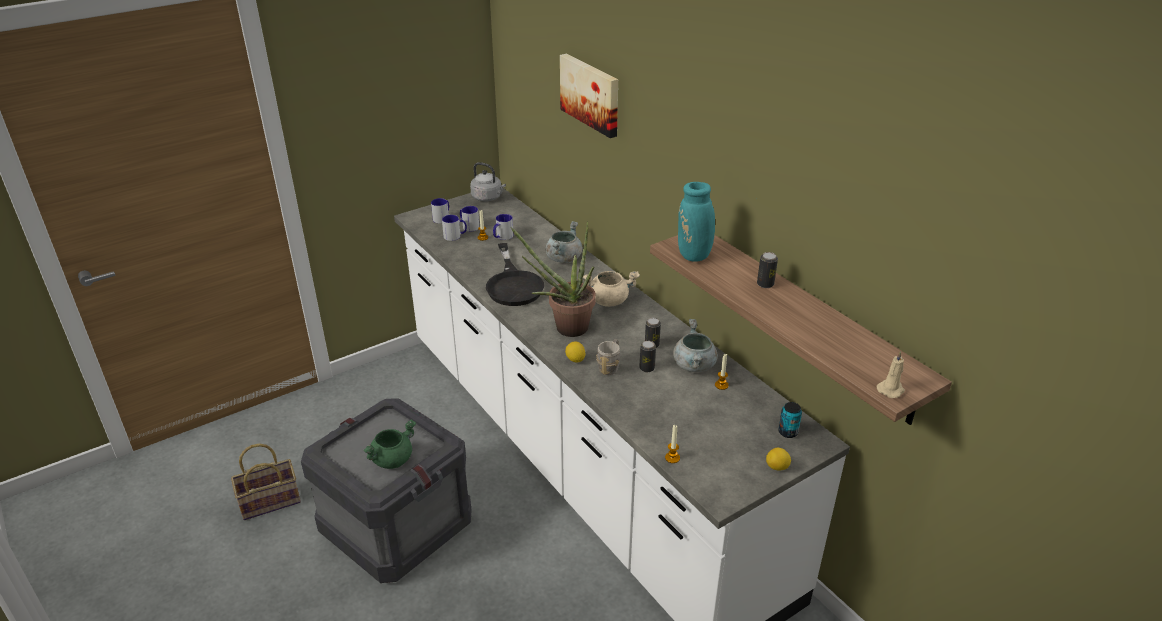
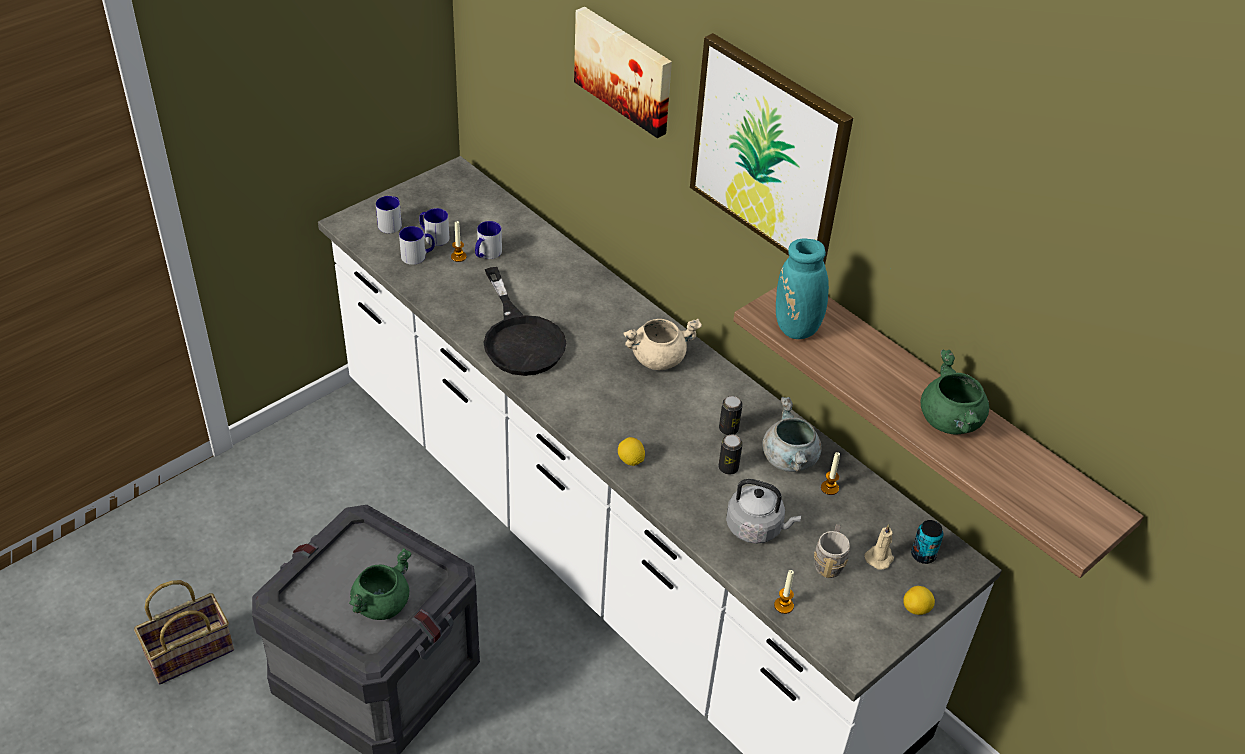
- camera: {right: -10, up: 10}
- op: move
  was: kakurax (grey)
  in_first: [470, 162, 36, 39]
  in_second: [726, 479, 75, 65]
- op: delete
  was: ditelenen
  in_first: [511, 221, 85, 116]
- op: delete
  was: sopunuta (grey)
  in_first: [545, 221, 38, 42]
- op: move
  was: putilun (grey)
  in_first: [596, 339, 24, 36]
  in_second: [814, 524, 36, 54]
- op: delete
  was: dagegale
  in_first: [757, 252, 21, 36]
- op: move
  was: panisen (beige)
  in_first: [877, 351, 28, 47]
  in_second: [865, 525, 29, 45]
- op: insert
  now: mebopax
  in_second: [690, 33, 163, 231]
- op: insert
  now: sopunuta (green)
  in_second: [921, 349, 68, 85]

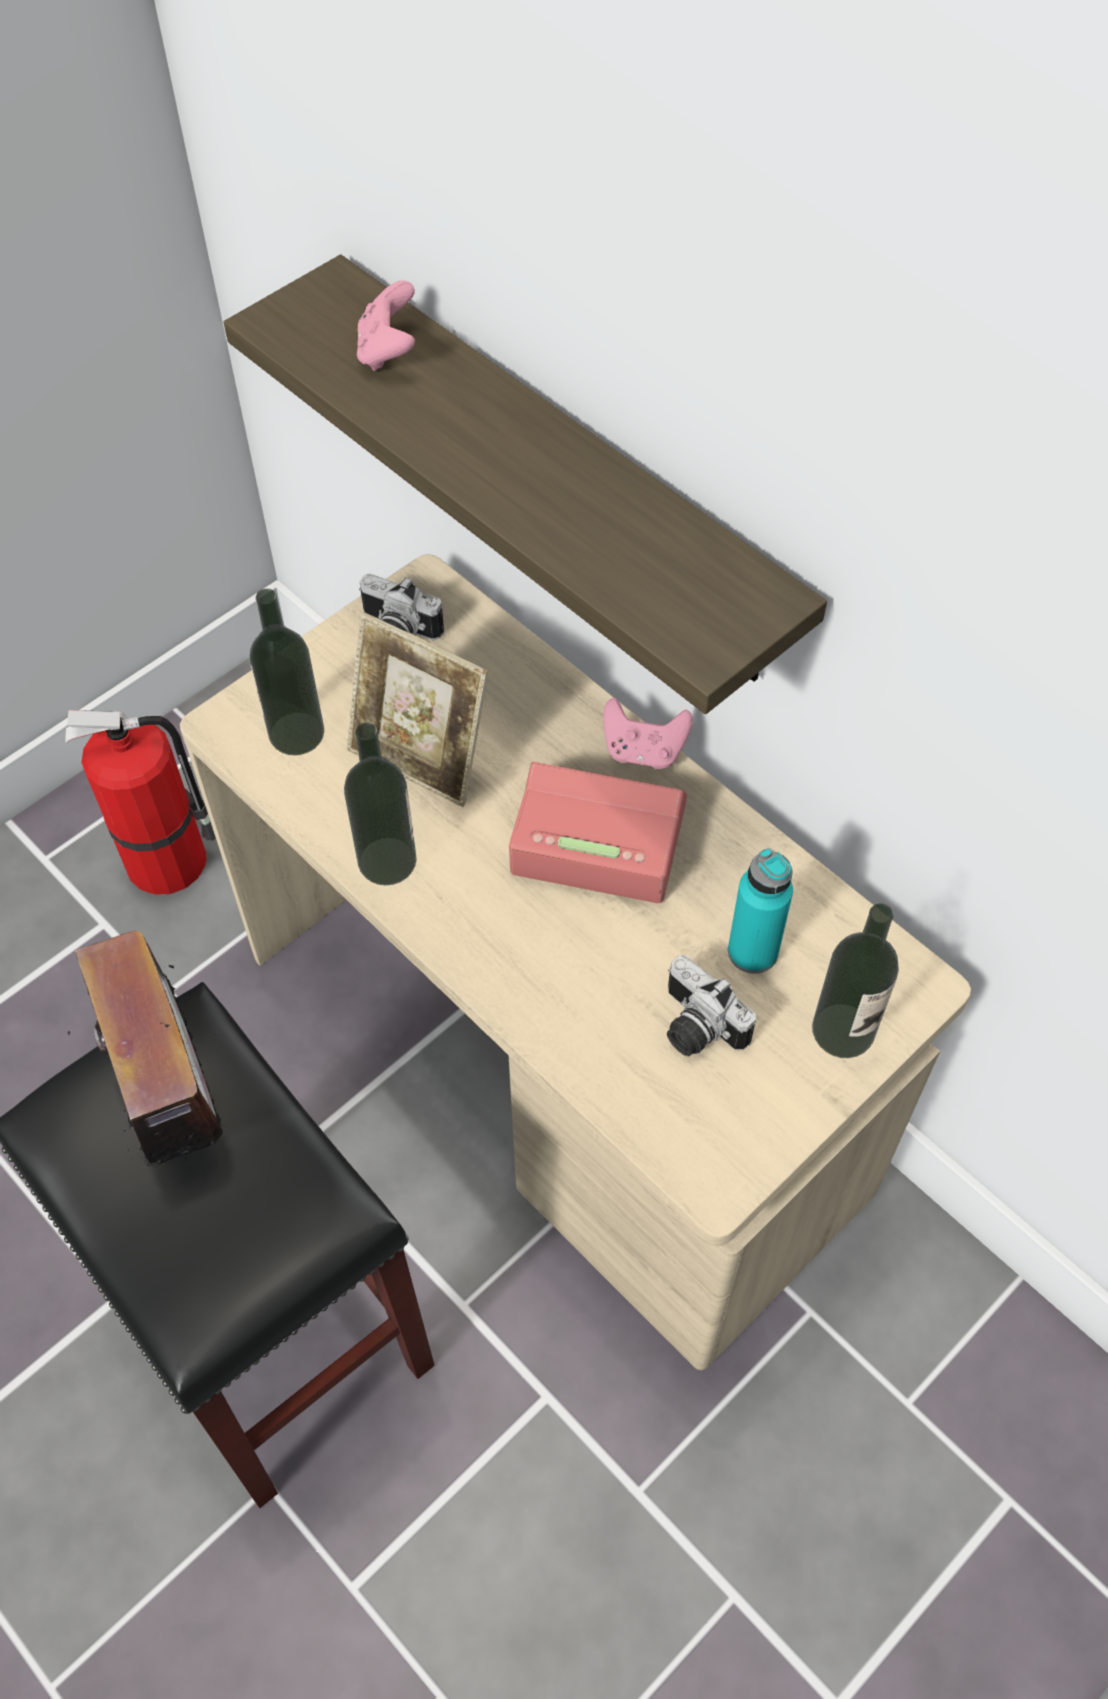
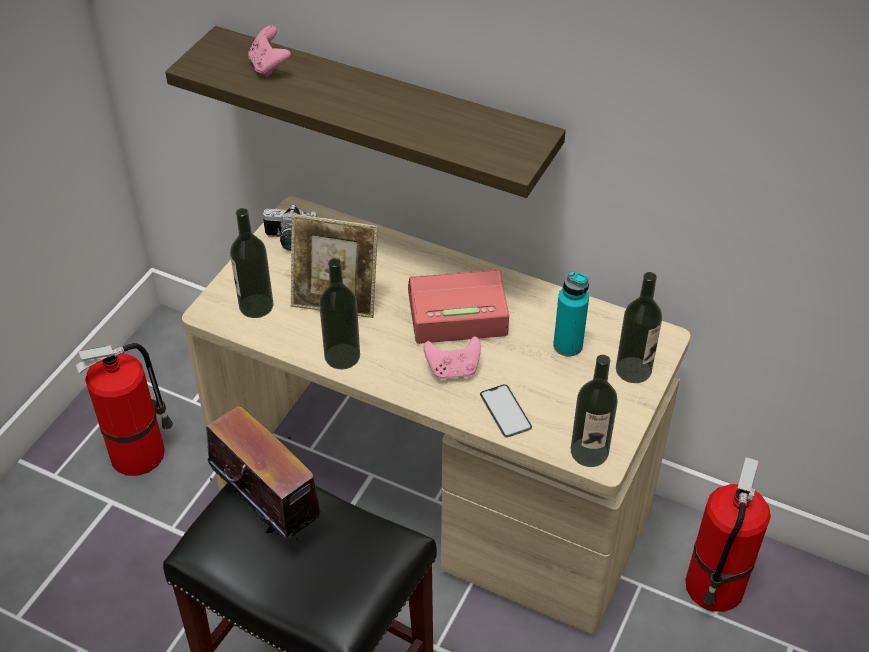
- camera: {right: -20, up: -10}
- op: move
  was: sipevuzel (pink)
  in_first: [603, 698, 90, 71]
  in_second: [424, 336, 57, 43]
- op: delete
  was: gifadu
  in_first: [667, 955, 89, 101]
- op: insert
  now: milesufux
  in_second: [480, 384, 52, 54]
- op: insert
  now: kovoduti
  in_second: [571, 355, 47, 112]
- op: insert
  now: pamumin
  in_second: [685, 457, 86, 155]

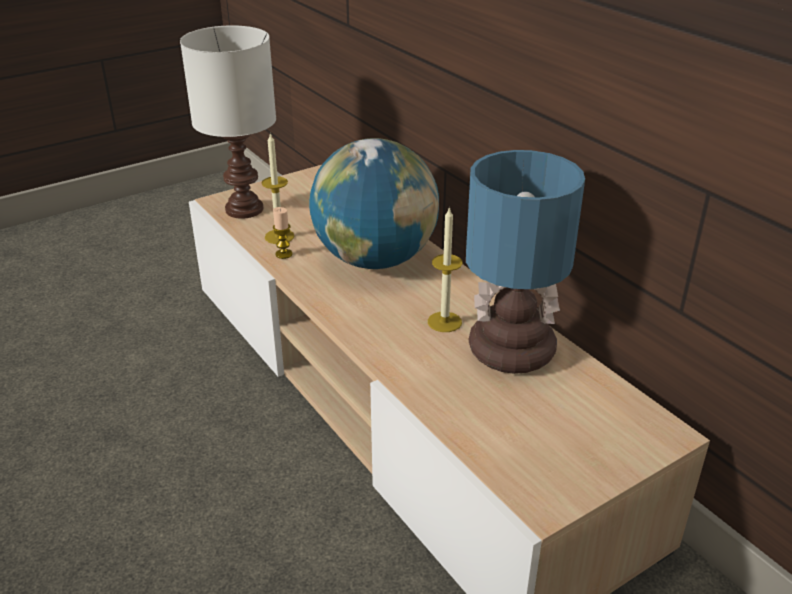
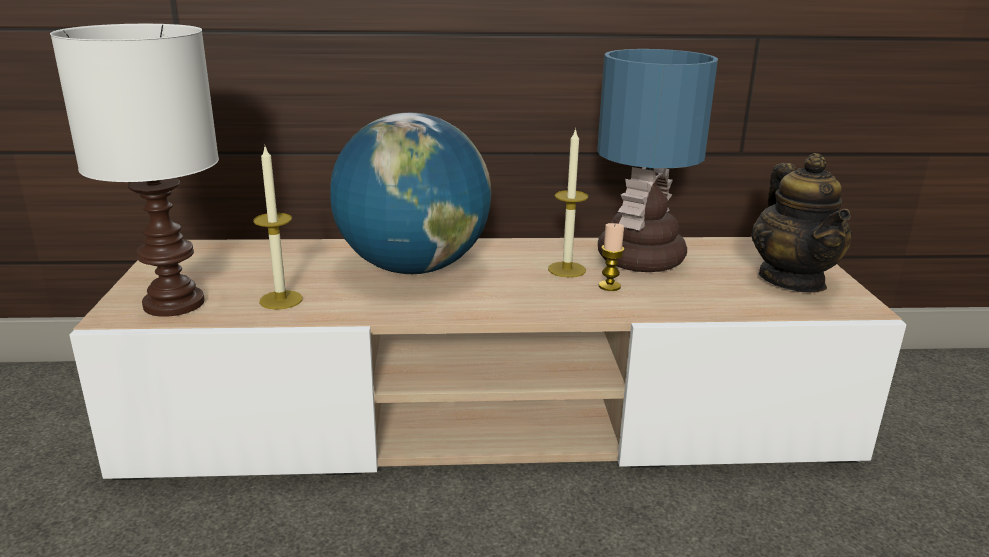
- camera: {right: -60, up: -10}
- op: move
  was: panisen
  in_first: [273, 207, 19, 52]
  in_second: [599, 223, 26, 68]
- op: insert
  now: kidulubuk
  in_second: [752, 153, 100, 140]

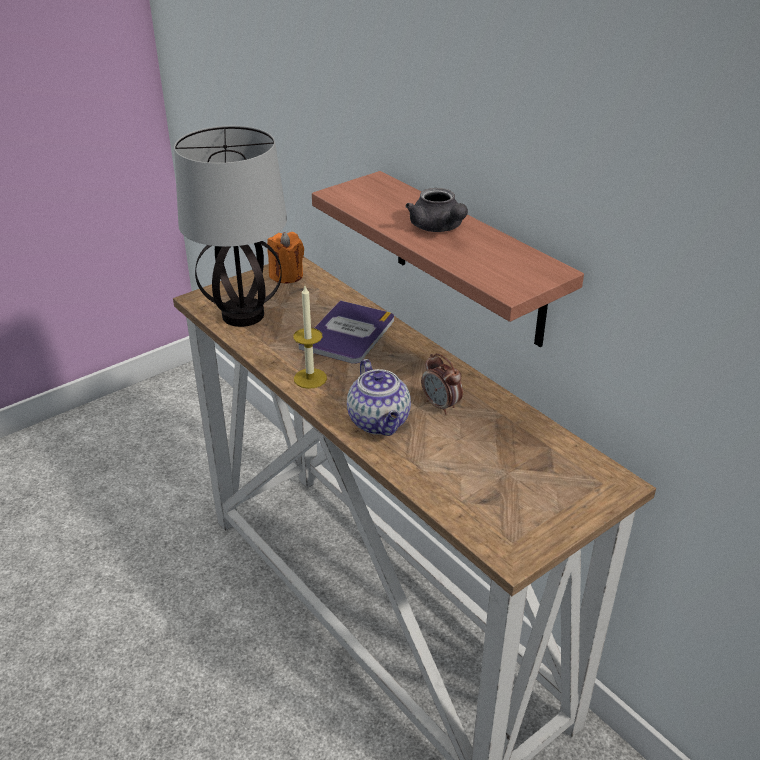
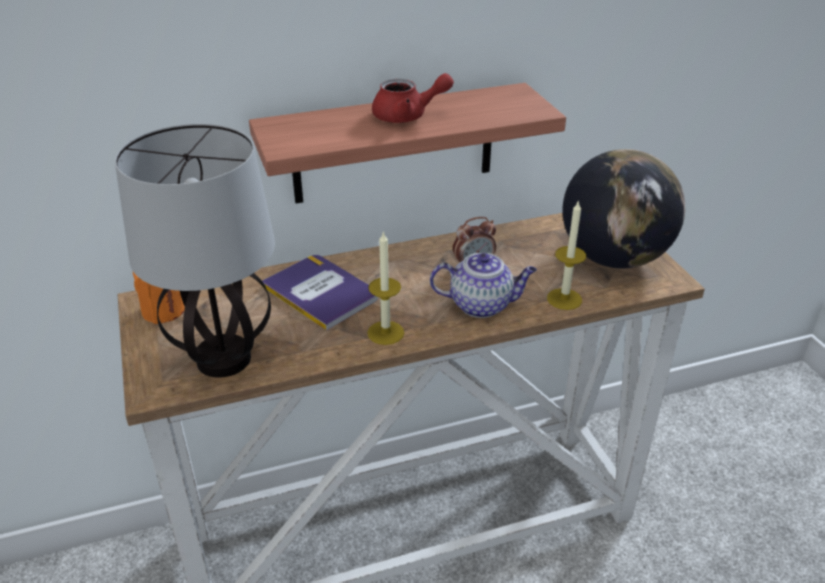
- camera: {right: -70, up: 0}
- op: recolor
  was: kidulubuk (grey)
  now: kidulubuk (red)
  in_first: [405, 188, 63, 44]
  in_second: [372, 73, 82, 50]
- op: insert
  now: panisen
  in_second: [547, 200, 39, 110]
- op: insert
  now: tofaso
  in_second: [563, 149, 122, 119]

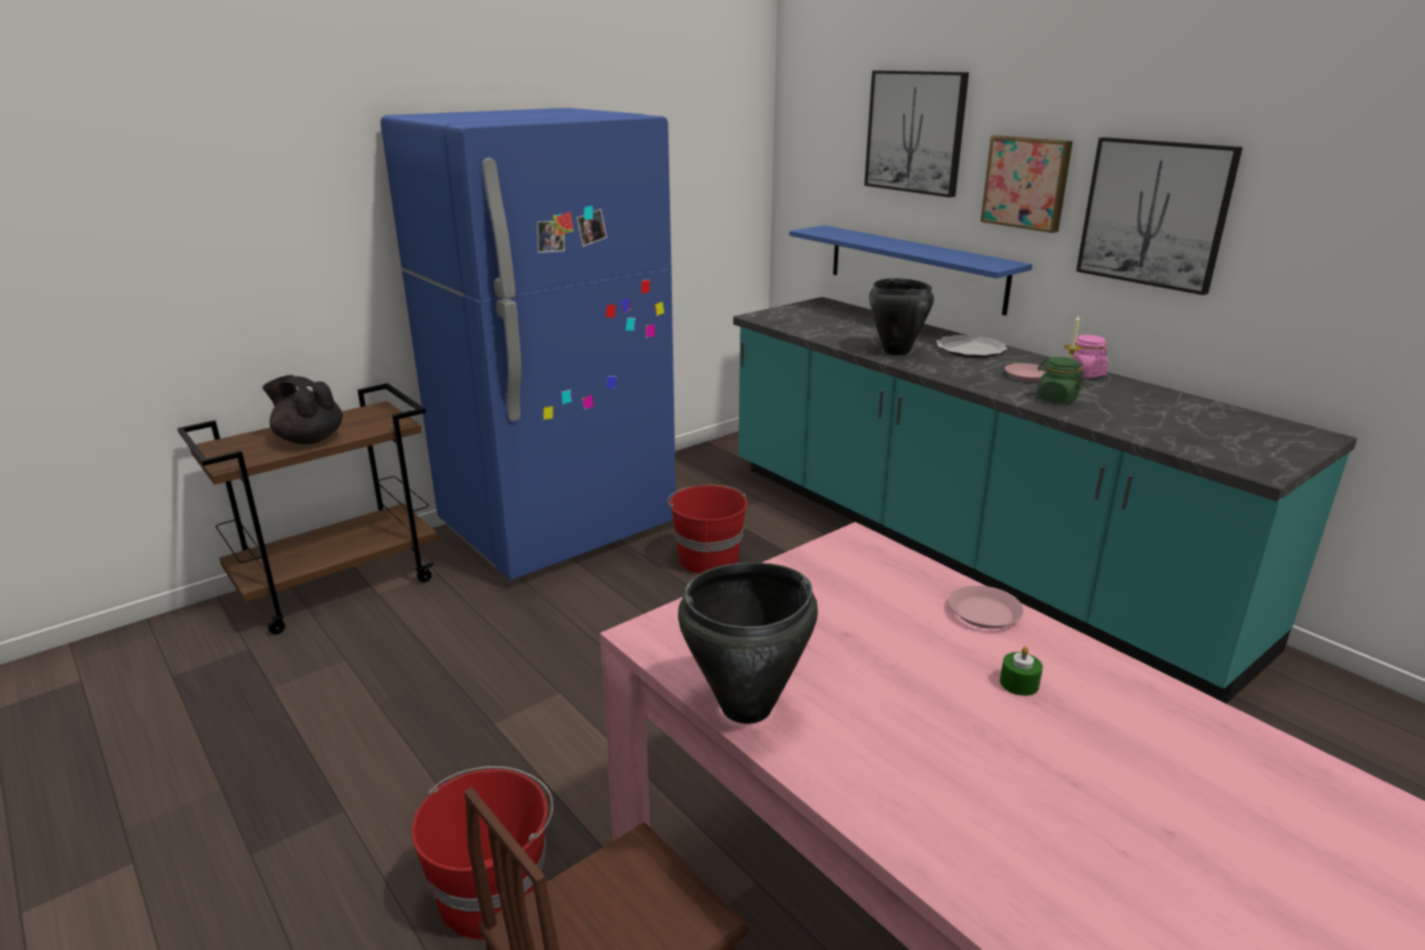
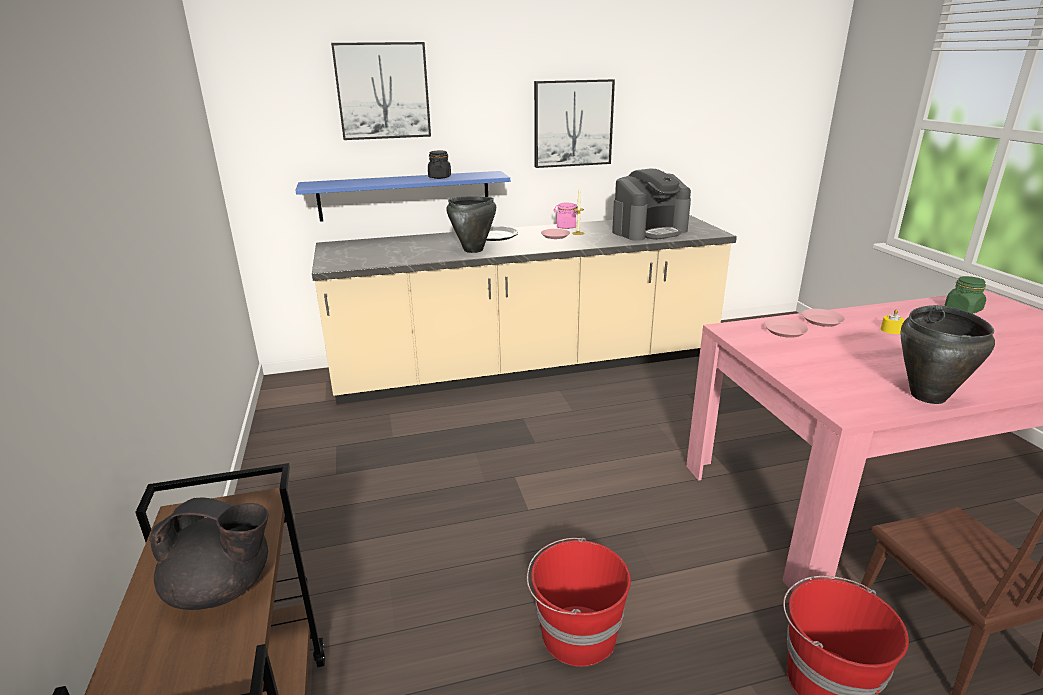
- camera: {right: -65, up: 0}
- op: rotate
  was: kidulubuk (black)
  in_first: [262, 375, 81, 70]
  in_second: [149, 498, 120, 112]
  clockwise: -135
- op: delete
  was: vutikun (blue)
  in_first: [380, 108, 296, 472]
- op: move
  was: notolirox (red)
  in_first: [667, 485, 81, 89]
  in_second: [527, 538, 104, 129]
- op: recolor
  was: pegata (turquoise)
  now: pegata (beige)
  in_first: [733, 297, 624, 407]
  in_second: [312, 215, 425, 190]
- op: delete
  was: mebopax
  in_first: [980, 135, 93, 98]
- op: recolor
  was: panisen (green)
  now: panisen (yellow)
  in_first: [1000, 646, 43, 50]
  in_second: [881, 309, 24, 25]
- op: move
  was: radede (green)
  in_first: [1037, 357, 47, 47]
  in_second: [945, 276, 41, 38]
- op: insert
  now: radede (black)
  in_second: [428, 151, 23, 28]
- op: insert
  now: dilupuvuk
  in_second: [612, 168, 79, 73]
- op: insert
  now: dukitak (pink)
  in_second: [764, 318, 44, 20]

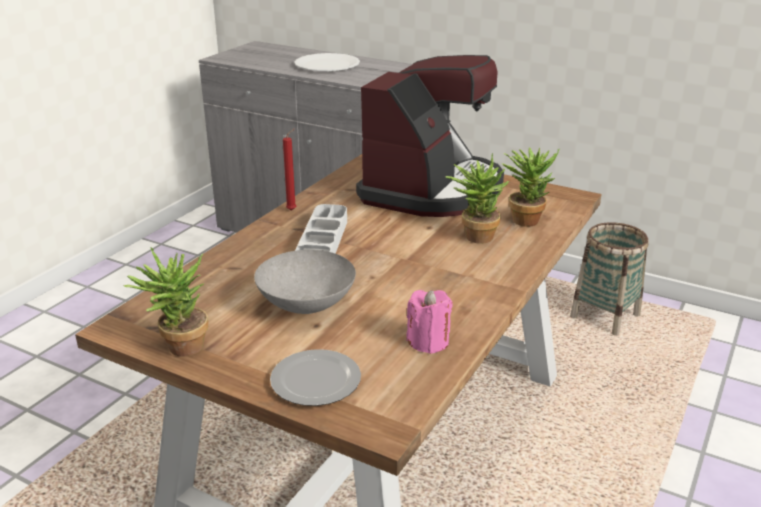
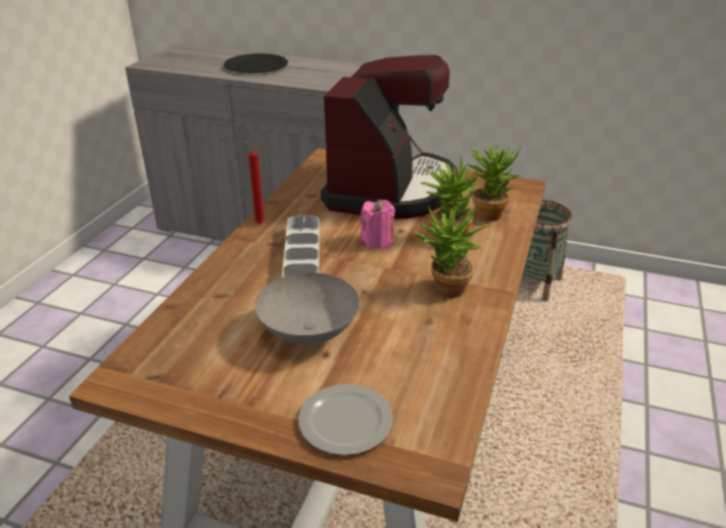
- camera: {right: -10, up: 5}
- op: move
  was: ditelenen
  in_first: [123, 248, 85, 108]
  in_second: [414, 206, 75, 92]
- op: recolor
  was: dukitak (white)
  now: dukitak (black)
  in_first: [294, 53, 66, 18]
  in_second: [224, 53, 64, 20]
- op: move
  was: panisen (pink)
  in_first: [406, 290, 46, 64]
  in_second: [360, 199, 35, 51]

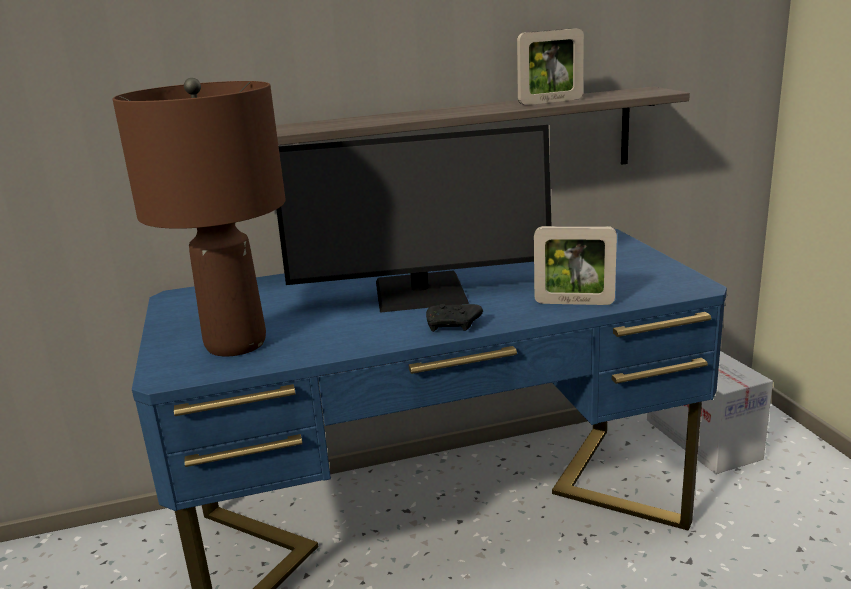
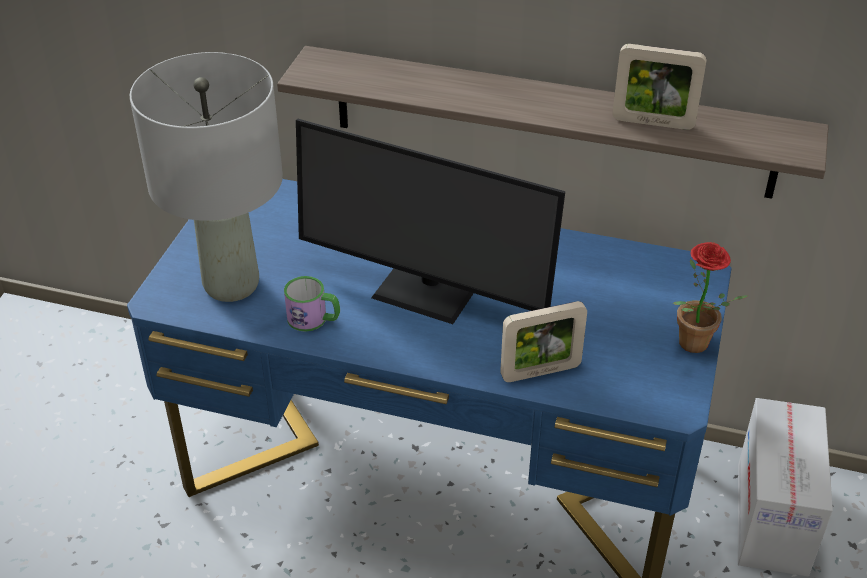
- camera: {right: 30, up: 20}
- op: recolor
  was: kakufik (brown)
  now: kakufik (grey)
  in_first: [113, 78, 173, 279]
  in_second: [130, 52, 153, 250]
- op: delete
  was: sipevuzel (black)
  in_first: [426, 304, 57, 28]
- op: rotate
  was: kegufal
  in_first: [534, 226, 83, 79]
  in_second: [500, 301, 87, 81]
  clockwise: -60
- op: insert
  now: putilun
  in_second: [284, 276, 56, 56]
- op: insert
  now: ditelenen
  in_second: [673, 242, 75, 111]

